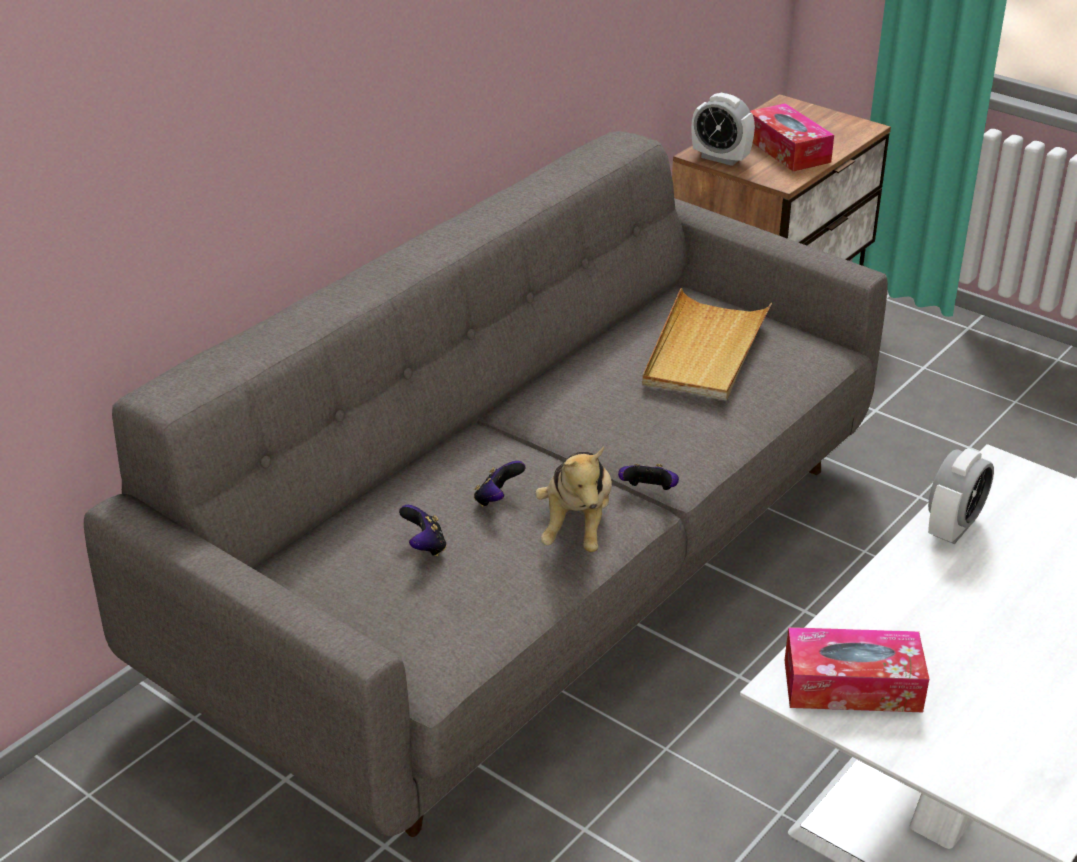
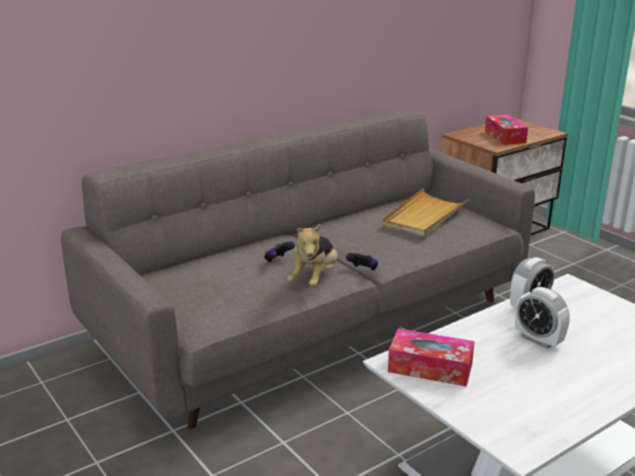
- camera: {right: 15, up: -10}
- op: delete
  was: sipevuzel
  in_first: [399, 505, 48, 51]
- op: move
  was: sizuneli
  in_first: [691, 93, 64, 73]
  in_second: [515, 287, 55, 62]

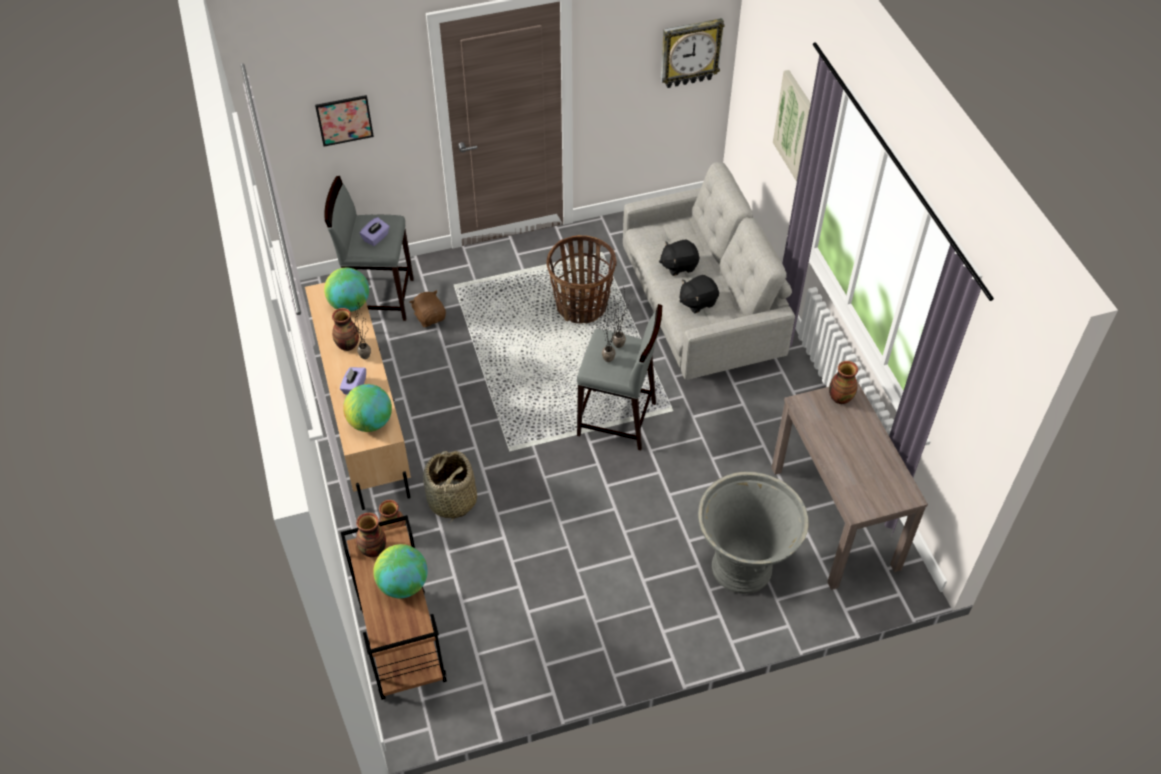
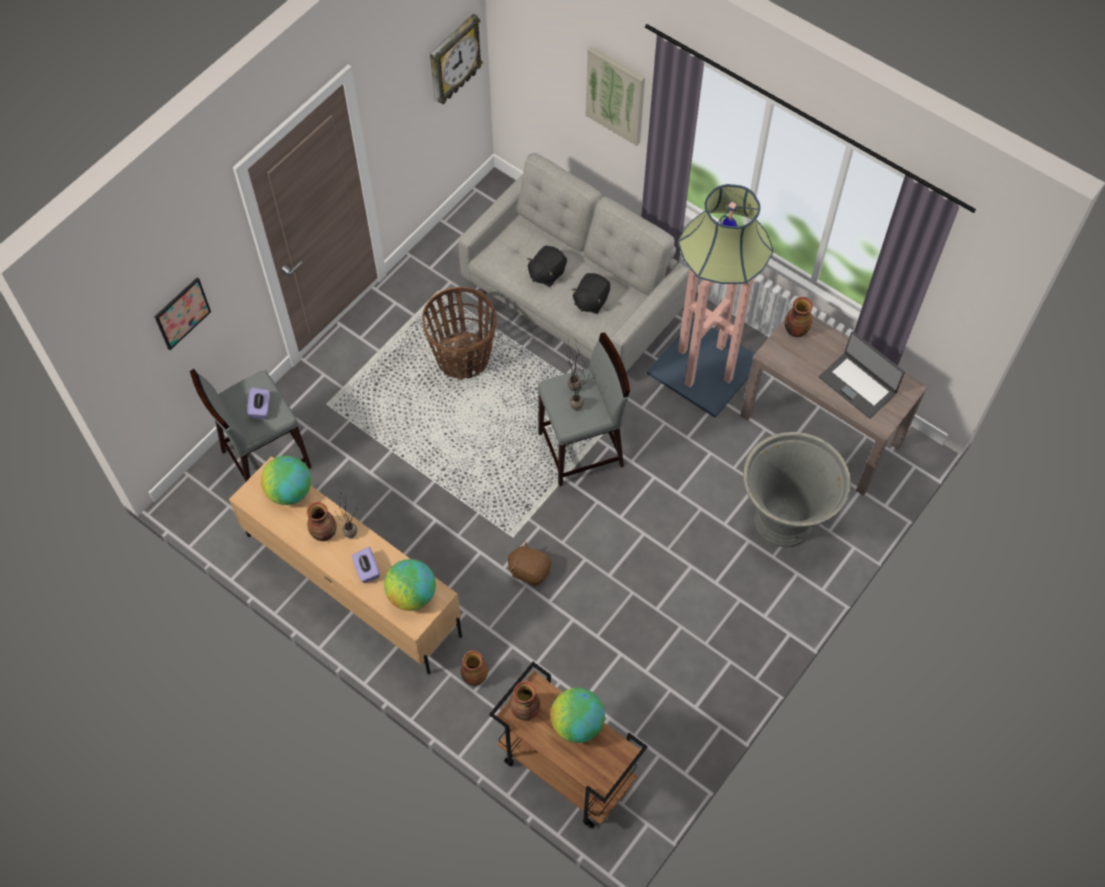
- camera: {right: -35, up: 10}
- op: move
  was: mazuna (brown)
  in_first: [410, 290, 36, 37]
  in_second: [507, 542, 44, 44]
- op: delete
  was: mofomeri
  in_first: [423, 451, 54, 71]
- op: insert
  now: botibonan
  in_second: [647, 184, 126, 234]
- op: insert
  now: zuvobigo
  in_second: [819, 331, 86, 87]

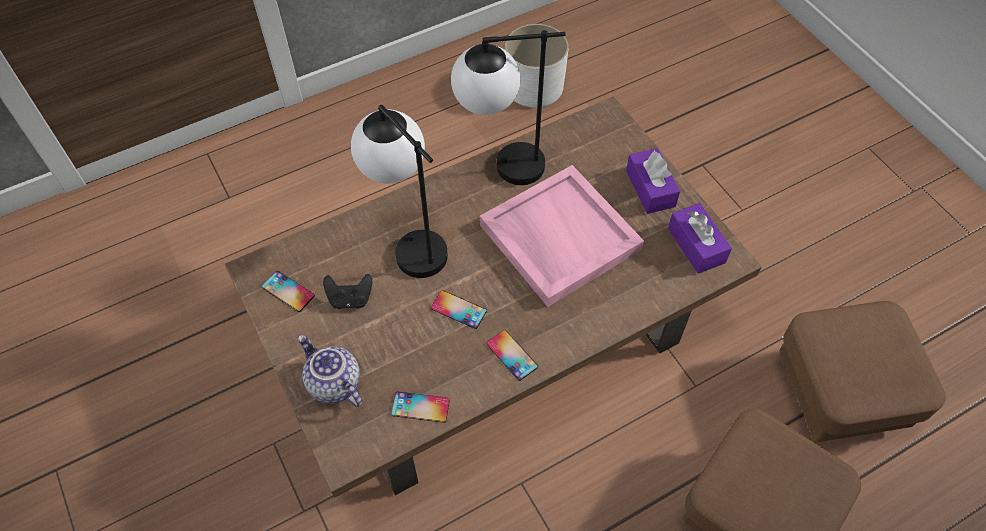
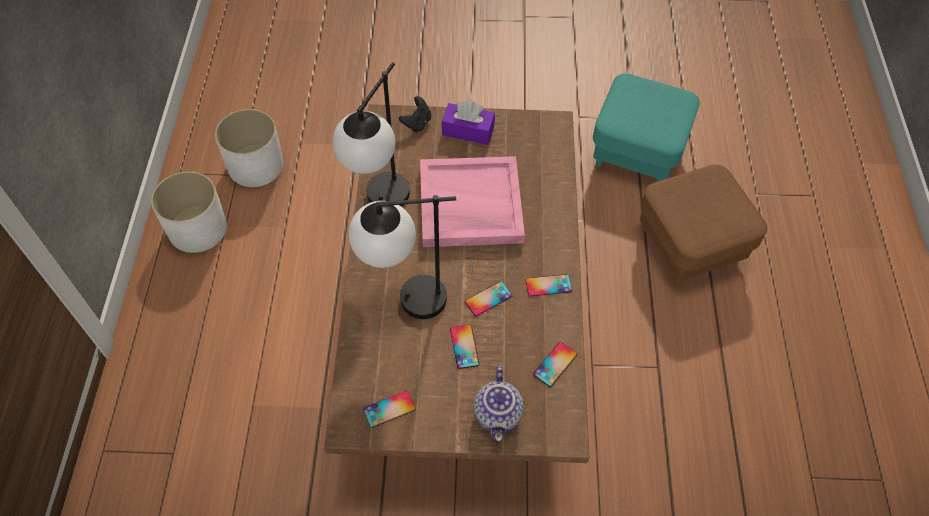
- camera: {right: -60, up: 0}
- op: rotate
  was: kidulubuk
  in_first: [298, 335, 64, 72]
  in_second: [474, 365, 50, 76]
  clockwise: -75
- op: move
  was: sipevuzel (black)
  in_first: [323, 274, 49, 35]
  in_second: [399, 96, 32, 36]
- op: delete
  was: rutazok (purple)
  in_first: [668, 203, 64, 71]
- op: recolor
  was: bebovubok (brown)
  now: bebovubok (turquoise)
  in_first: [780, 301, 166, 141]
  in_second: [593, 74, 107, 108]
- op: insert
  now: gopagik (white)
  in_second: [151, 171, 76, 82]
- op: insert
  now: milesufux
  in_second: [450, 324, 29, 45]

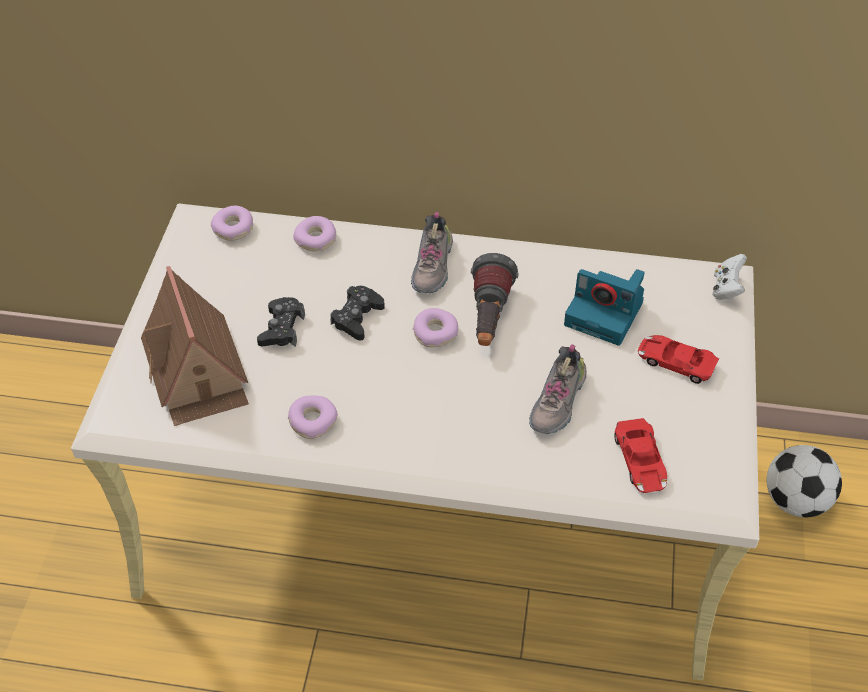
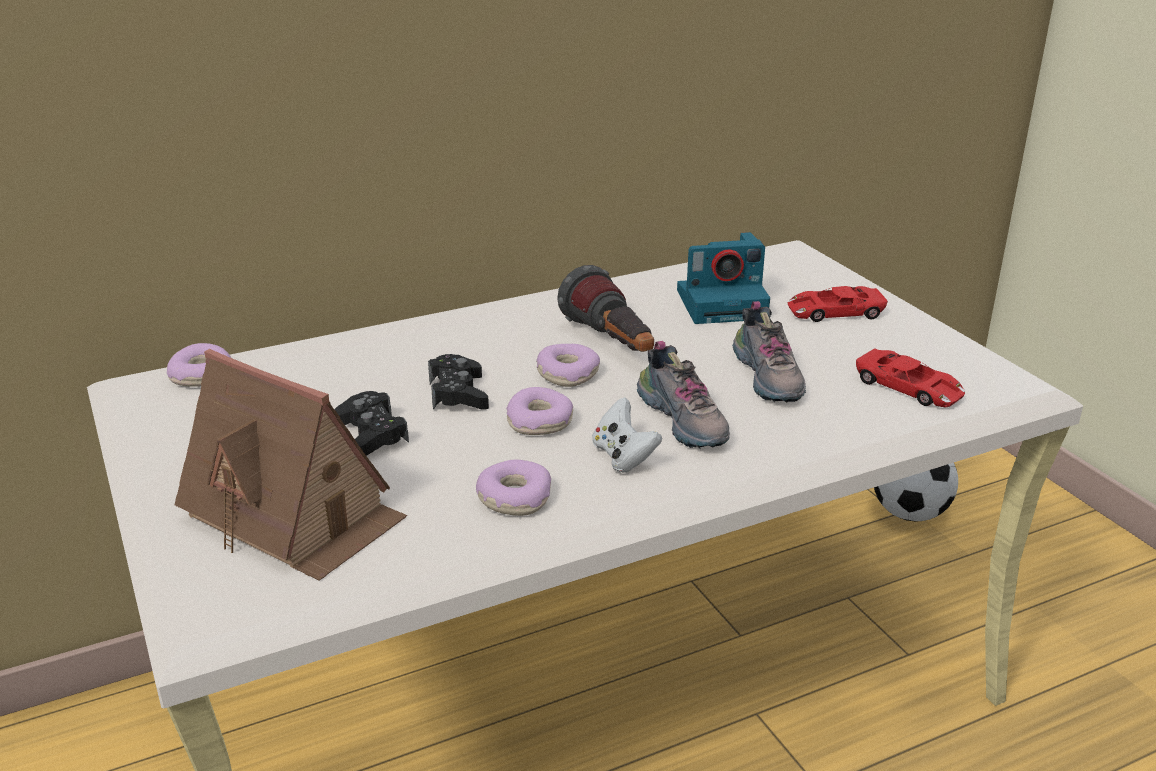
- camera: {right: -35, up: -20}
- op: move
  was: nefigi
  in_first: [293, 216, 43, 36]
  in_second: [506, 387, 67, 48]
- op: move
  was: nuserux
  in_first: [411, 212, 42, 81]
  in_second: [637, 341, 93, 107]
- op: move
  was: sipevuzel (white)
  in_first: [713, 254, 34, 46]
  in_second: [592, 397, 70, 76]

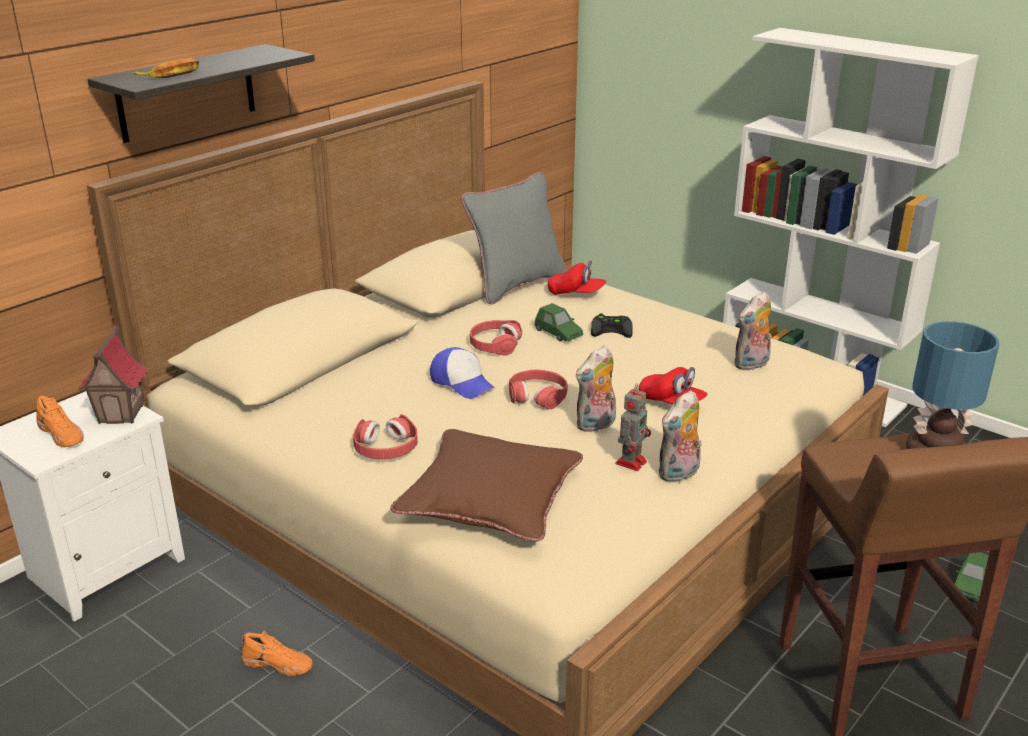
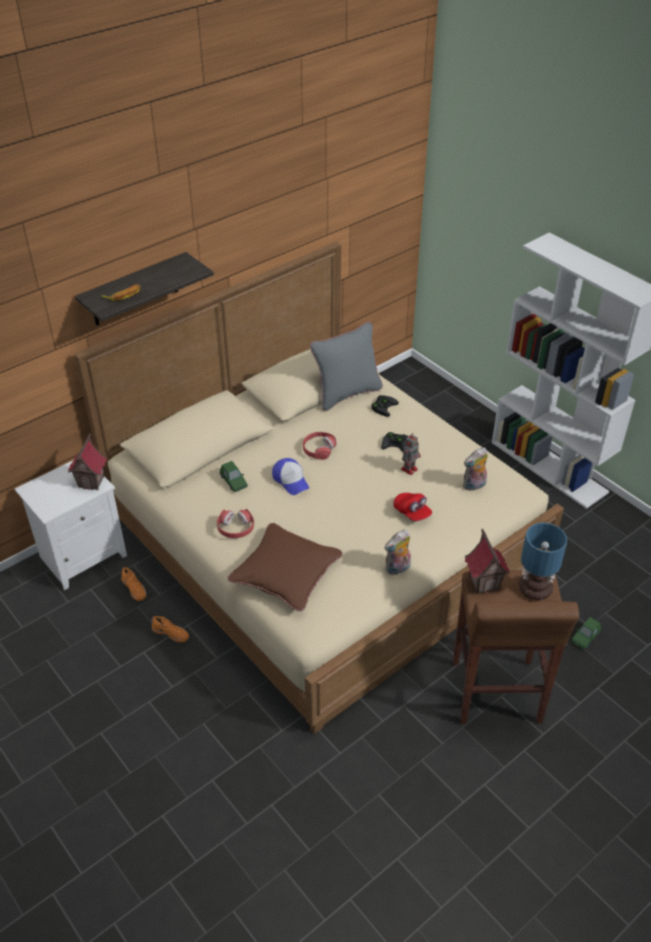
- camera: {right: 10, up: 15}
- op: move
  was: nuserux (orange)
  in_first: [36, 396, 48, 51]
  in_second: [121, 567, 25, 34]
- op: delete
  was: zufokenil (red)
  in_first: [509, 370, 59, 39]
- op: move
  was: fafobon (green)
  in_first: [534, 303, 49, 38]
  in_second: [220, 461, 28, 31]
- op: replace
  was: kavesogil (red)
  now: sipevuzel (black)
  in_first: [548, 261, 58, 34]
  in_second: [371, 395, 28, 22]
- op: delete
  was: mazuna
  in_first: [576, 345, 40, 87]
- op: move
  was: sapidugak
  in_first: [616, 383, 35, 88]
  in_second: [401, 434, 20, 41]
- op: insert
  now: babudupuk
  in_second: [465, 528, 45, 66]

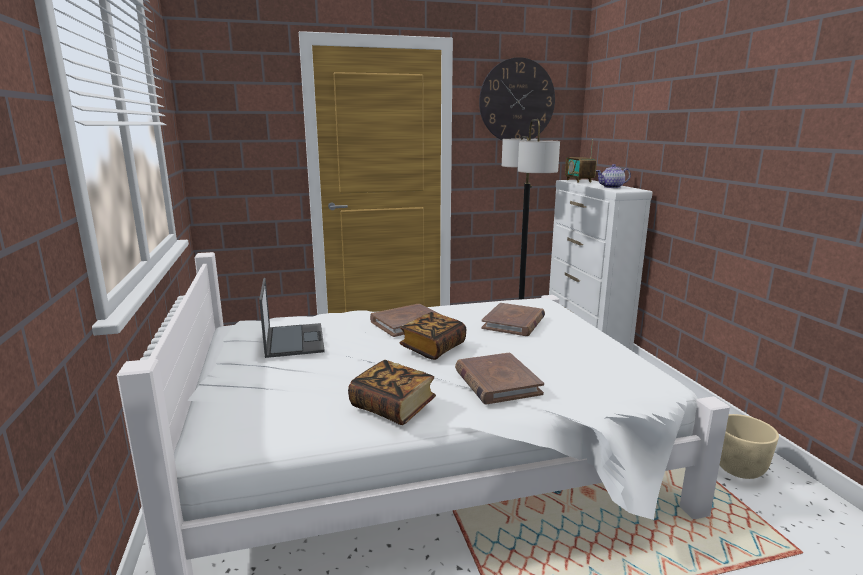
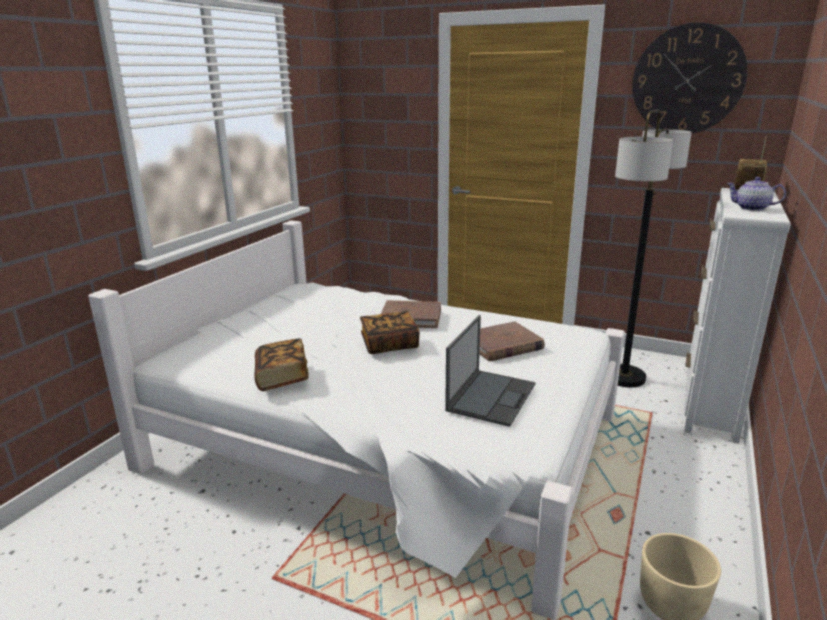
- camera: {right: 40, up: 5}
- op: move
  was: zuvobigo
  in_first: [259, 278, 66, 80]
  in_second: [445, 315, 91, 112]
- op: delete
  was: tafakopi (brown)
  in_first: [455, 353, 89, 51]

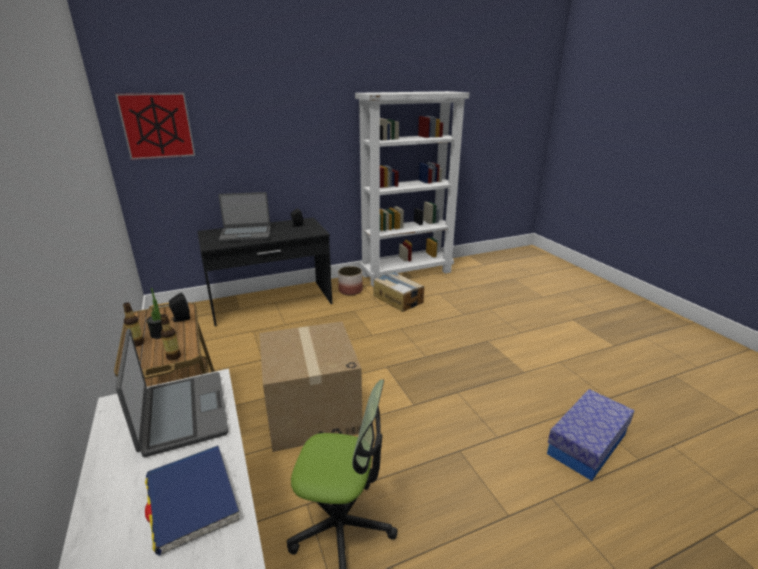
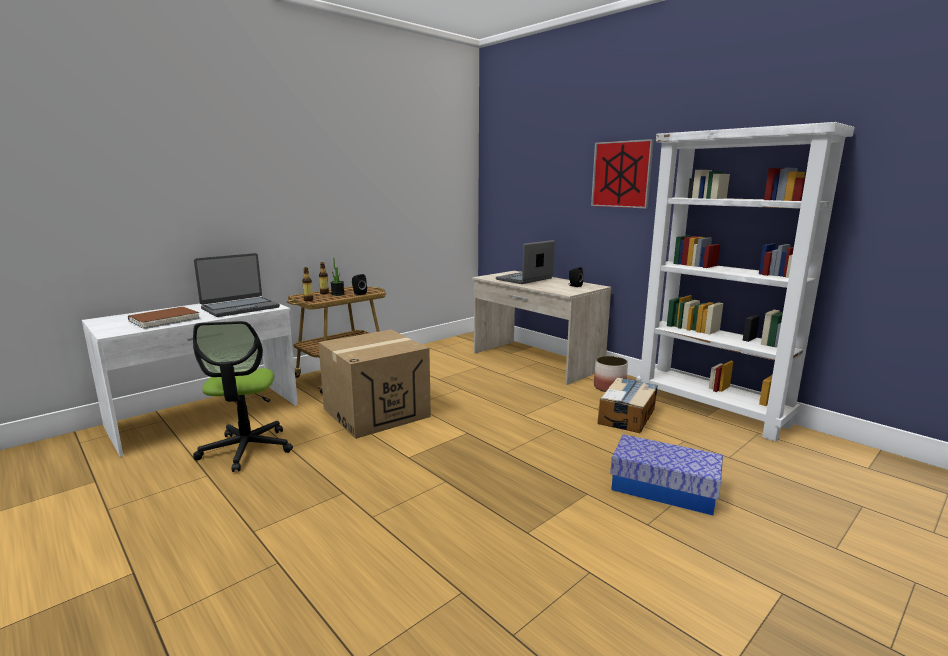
- camera: {right: 70, up: -10}
- op: move
  was: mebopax
  in_first: [115, 93, 80, 67]
  in_second: [591, 139, 63, 69]
- op: recolor
  was: tafakopi (blue)
  now: tafakopi (brown)
  in_first: [145, 445, 94, 111]
  in_second: [128, 307, 72, 22]
- op: recolor
  was: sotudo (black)
  now: sotudo (beige)
  in_first: [198, 217, 134, 109]
  in_second: [472, 271, 139, 114]
- op: rotate
  was: zuvobigo
  in_first: [219, 192, 51, 50]
  in_second: [496, 240, 59, 44]
  clockwise: 75
- op: move
  was: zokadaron
  in_first: [547, 389, 87, 92]
  in_second: [610, 434, 113, 81]

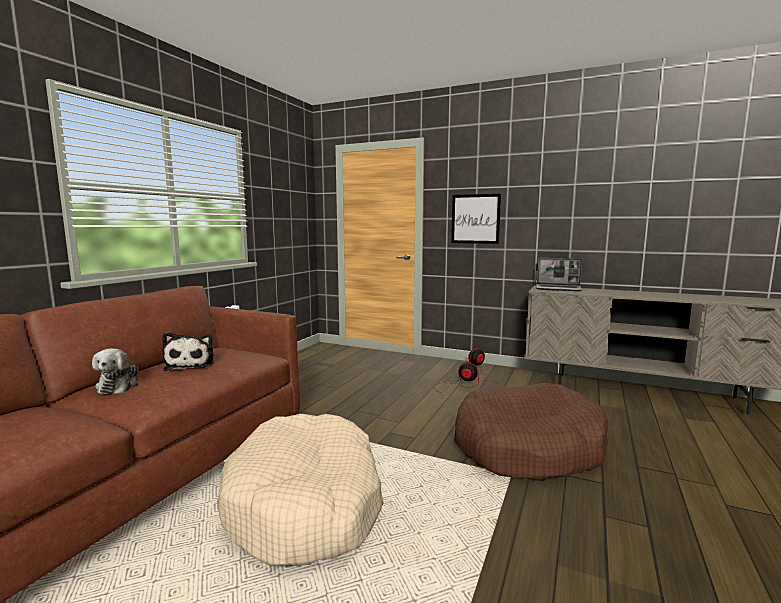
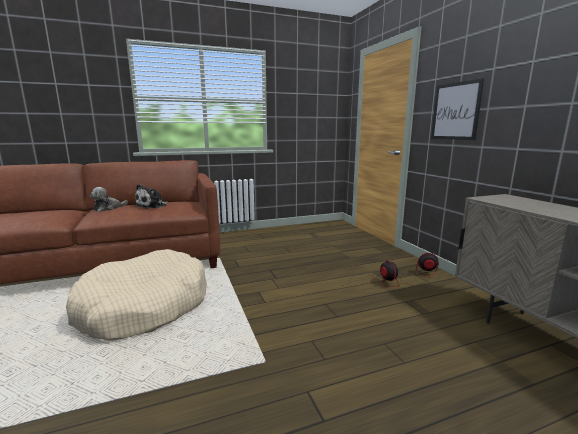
- camera: {right: 45, up: 5}
- op: delete
  was: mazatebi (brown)
  in_first: [454, 383, 155, 98]
- op: delete
  was: zuvobigo
  in_first: [536, 258, 46, 33]

